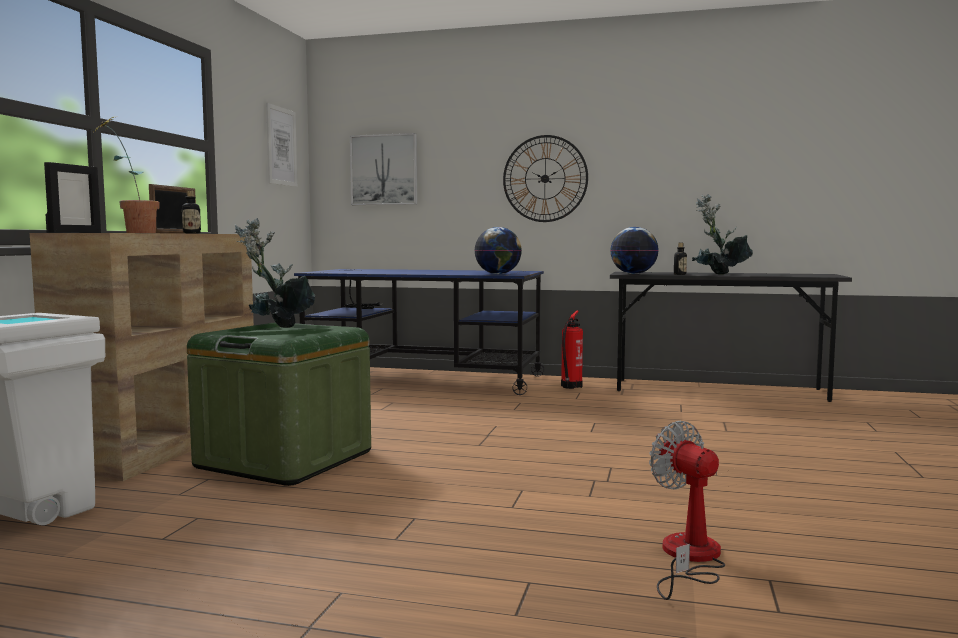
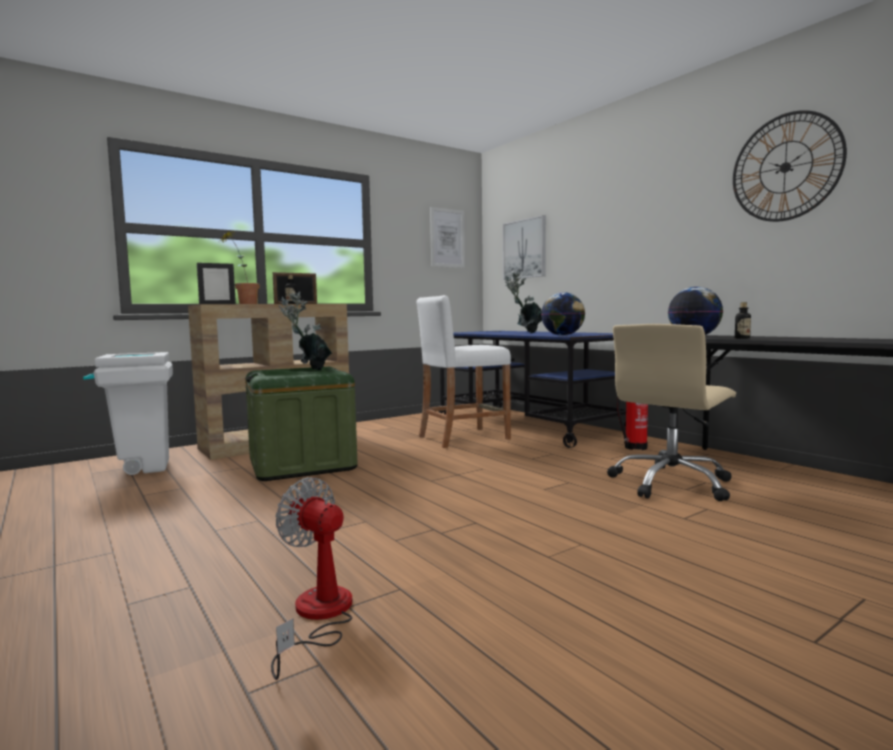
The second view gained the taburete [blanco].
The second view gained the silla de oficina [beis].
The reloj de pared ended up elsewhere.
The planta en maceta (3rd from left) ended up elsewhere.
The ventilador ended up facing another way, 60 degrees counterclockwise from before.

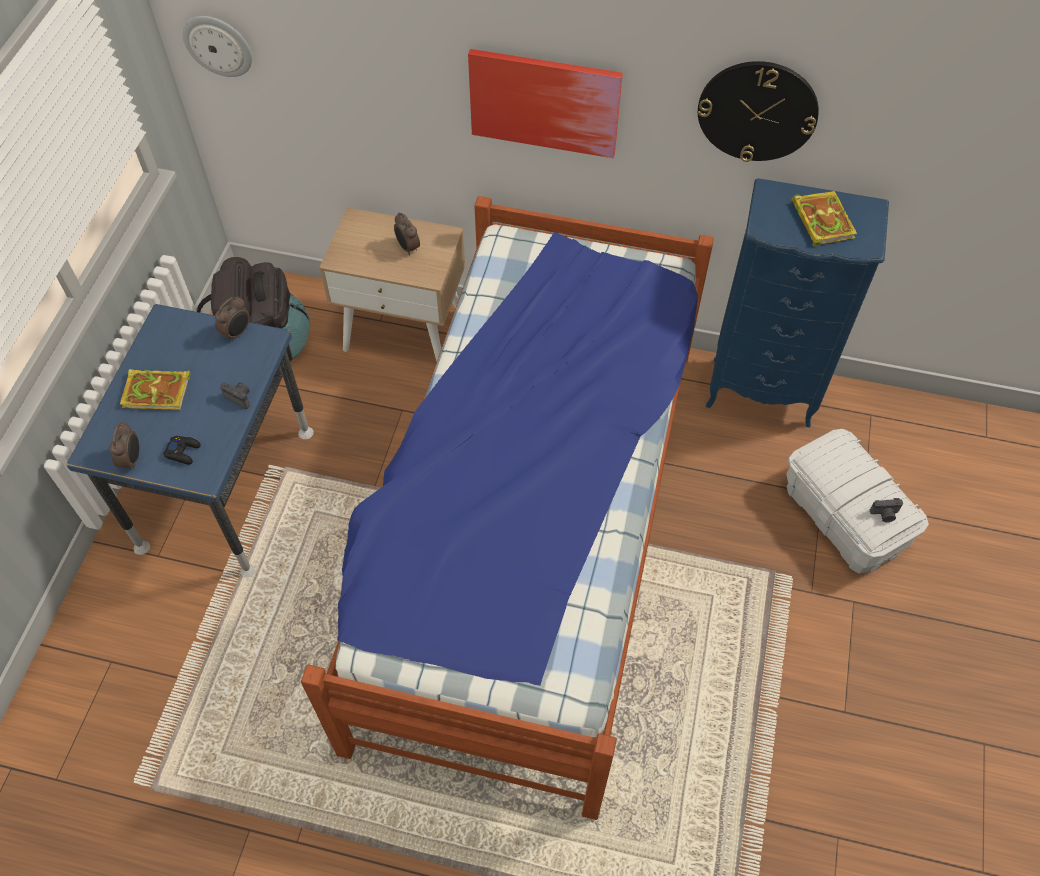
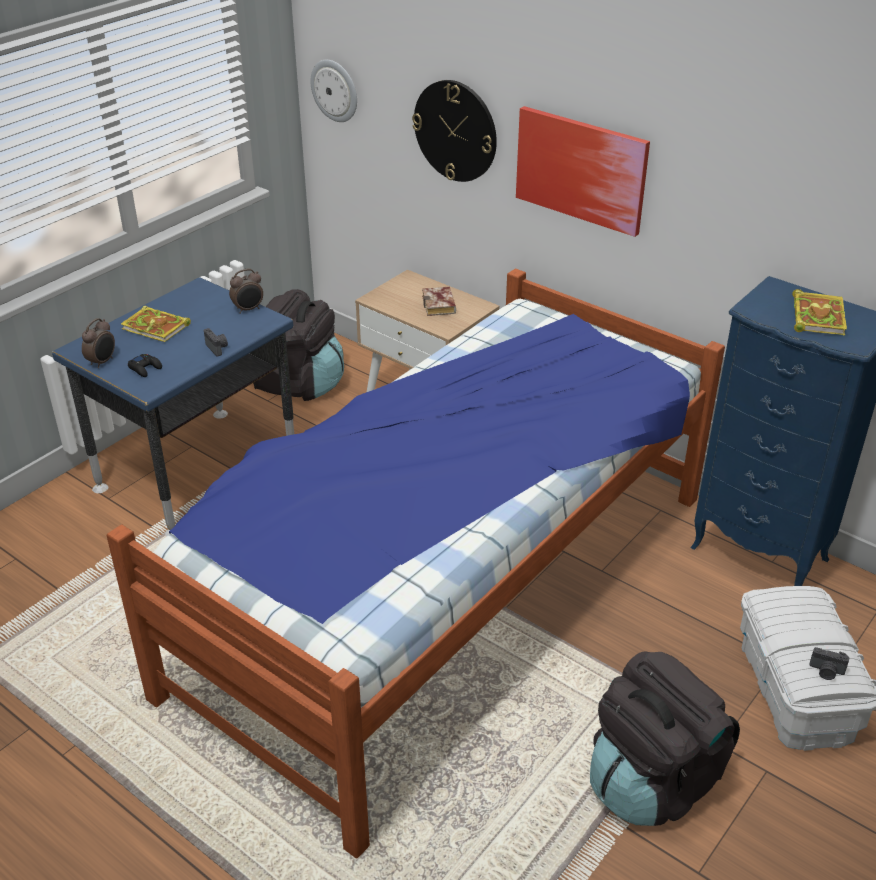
The second view gained the mochila [negro] (2nd from left).
The reloj de pared (2nd from left) ended up elsewhere.
Where the despertador (3rd from left) stood, the libro (2nd from left) came to stand.

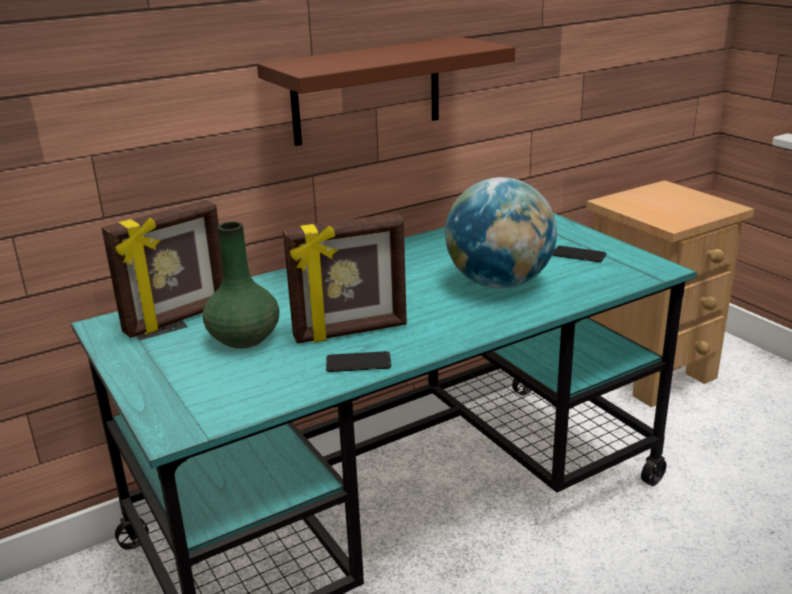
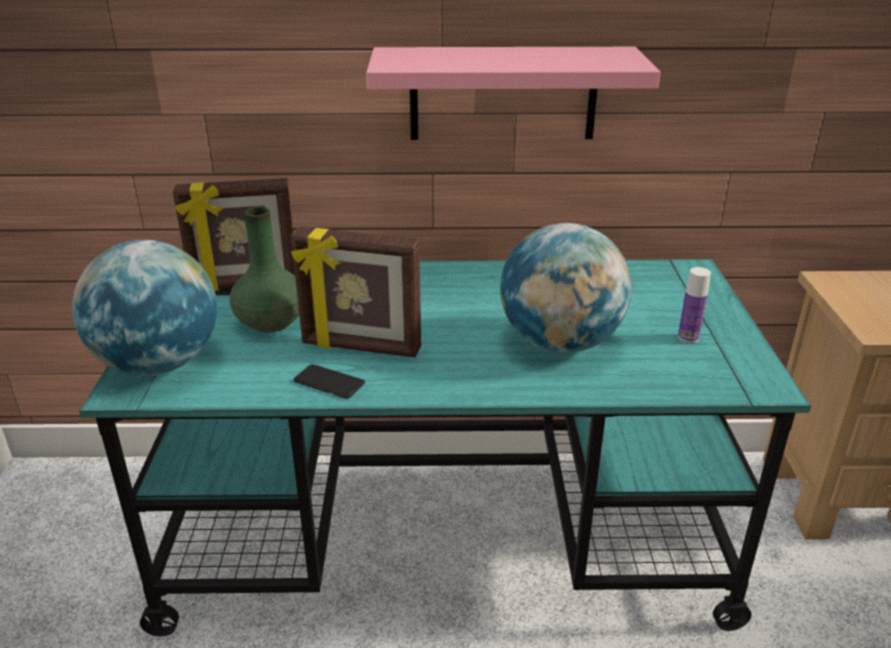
The second view gained the globo terráqueo (1st from left).
Where the móvil (2nd from left) stood, the botella came to stand.
What was the estante [marrón] turned into the estante [rosa].

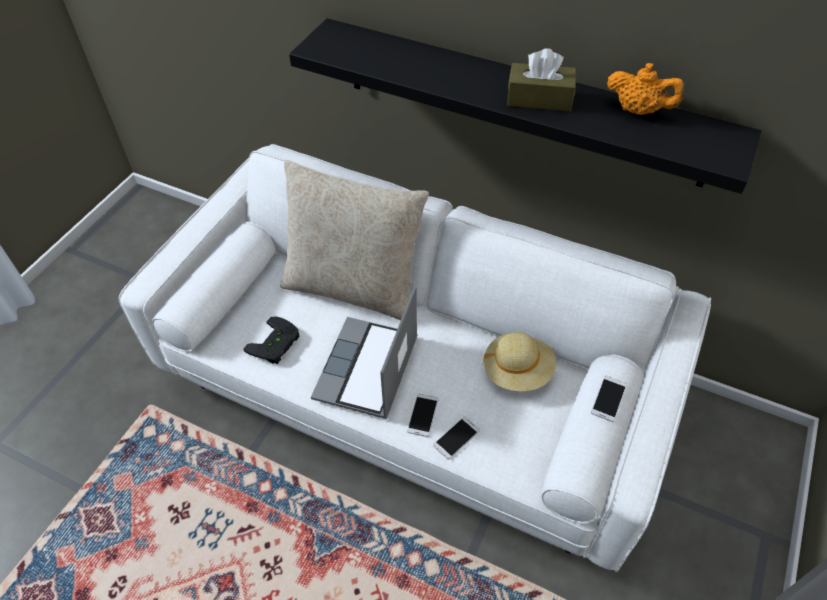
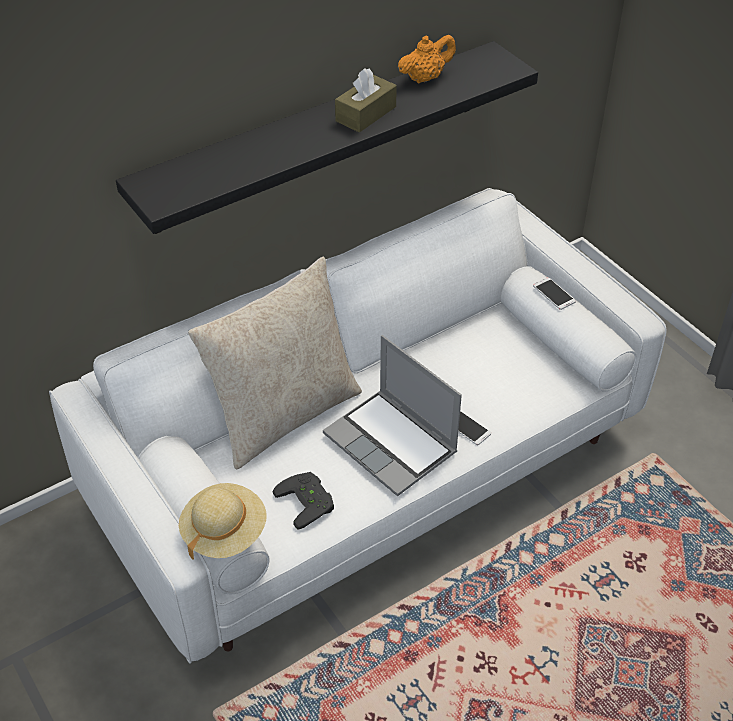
The second view lost the móvil (2nd from left).
The sombrero [beis] ended up elsewhere.

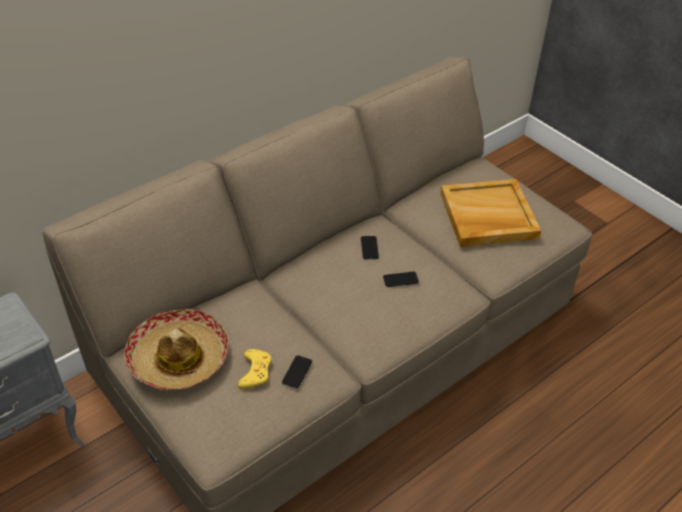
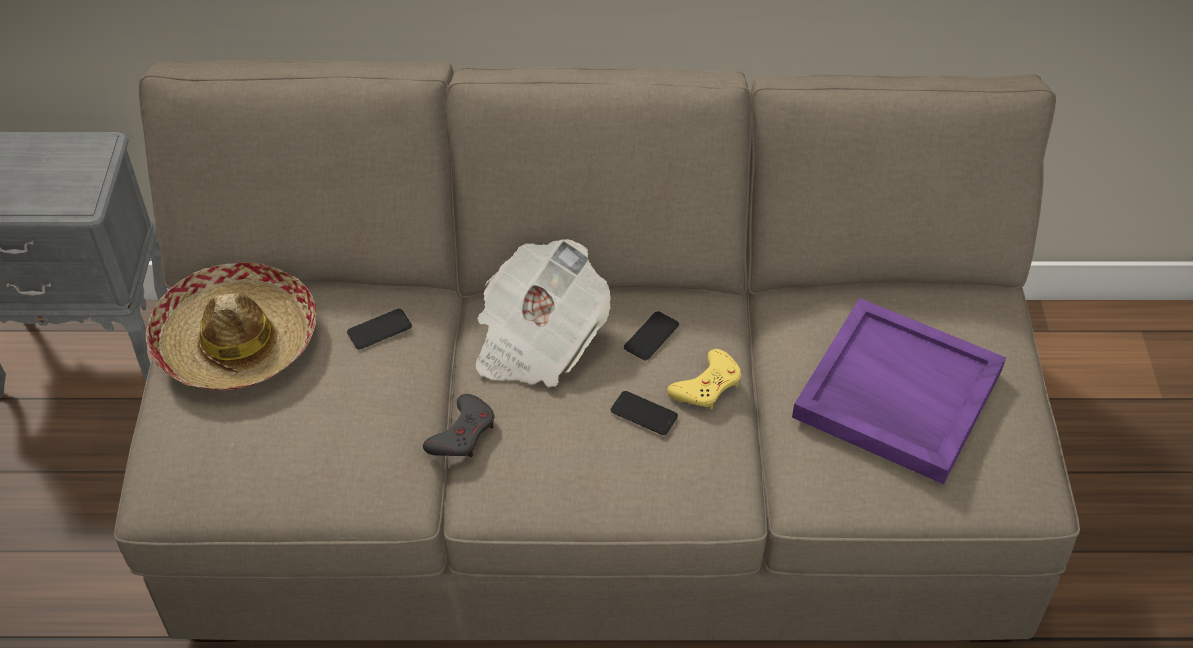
The second view gained the mando de consola [gris].
The second view gained the periódico.
The mando de consola [amarillo] ended up elsewhere.
The móvil (1st from left) ended up elsewhere.
What was the bandeja [beis] turned into the bandeja [morado].

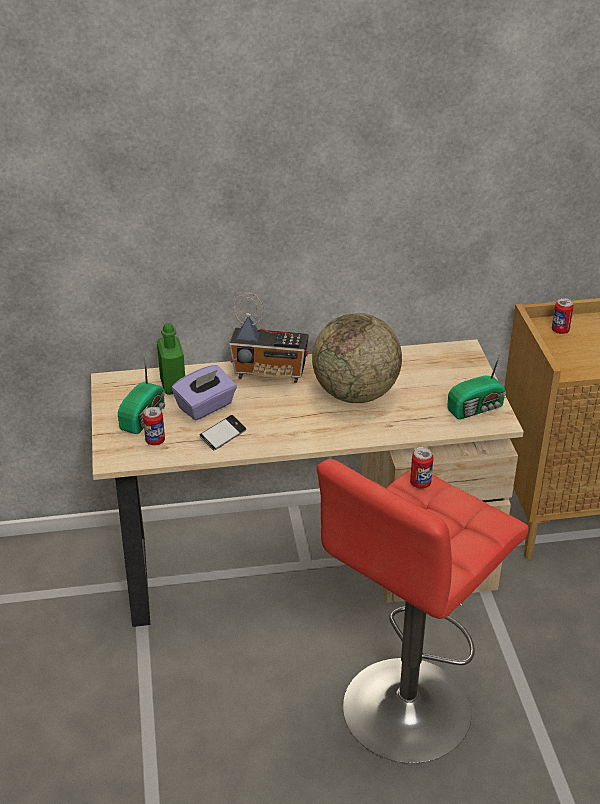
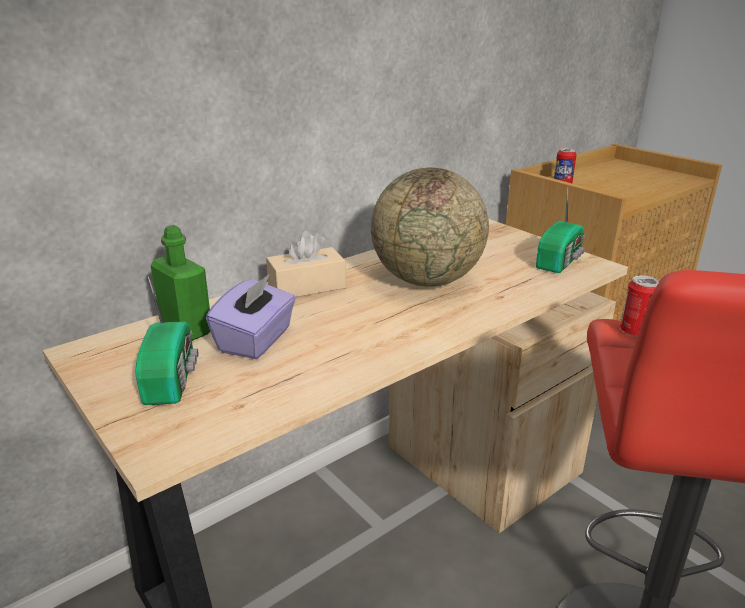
The second view lost the lata (1st from left).
The second view lost the móvil.
Where the radio (2nd from left) stood, the caja de pañuelos [beis] came to stand.

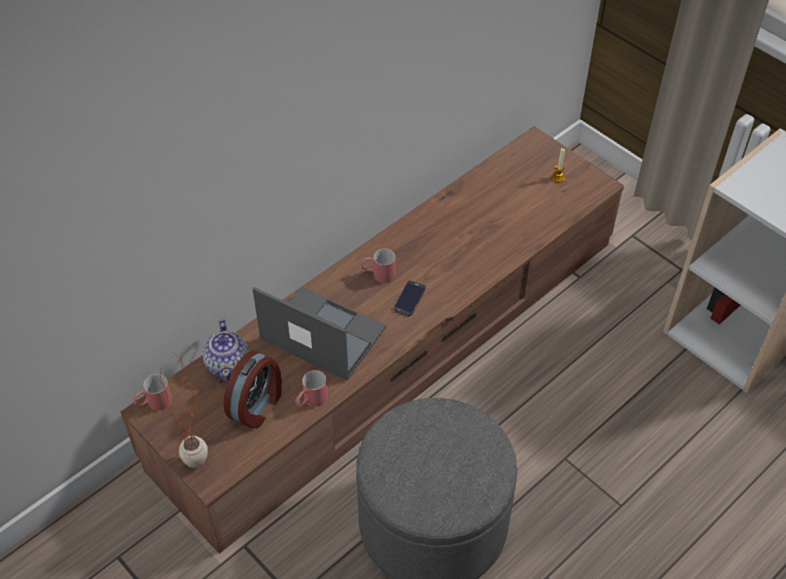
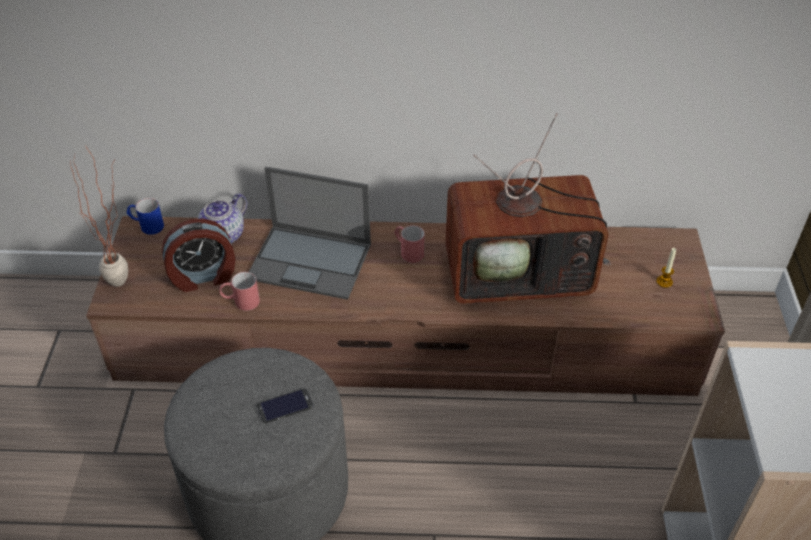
The second view gained the televisor.
The móvil ended up elsewhere.
What was the taza grande [rojo] (1st from left) turned into the taza grande [azul].
The portátil ended up facing another way, 120 degrees clockwise from before.

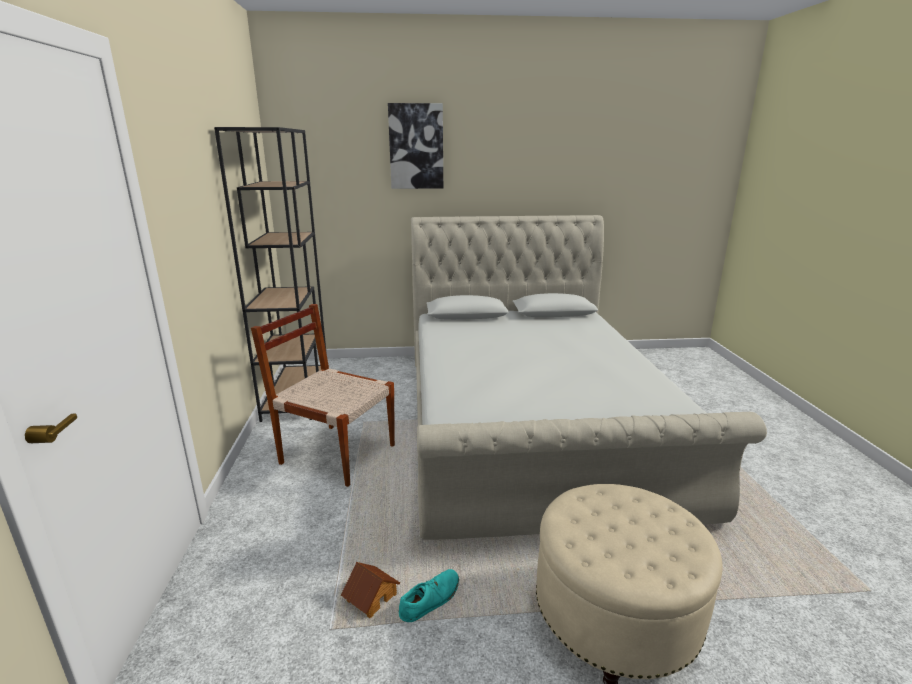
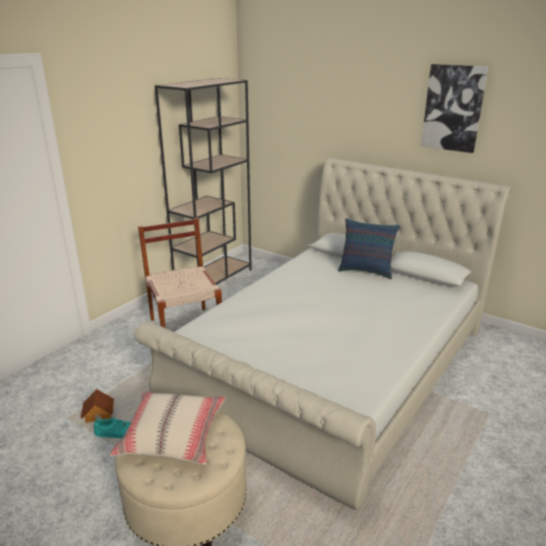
The second view gained the cojín [beis].
The second view gained the cojín [azul].
The cuadro ended up elsewhere.

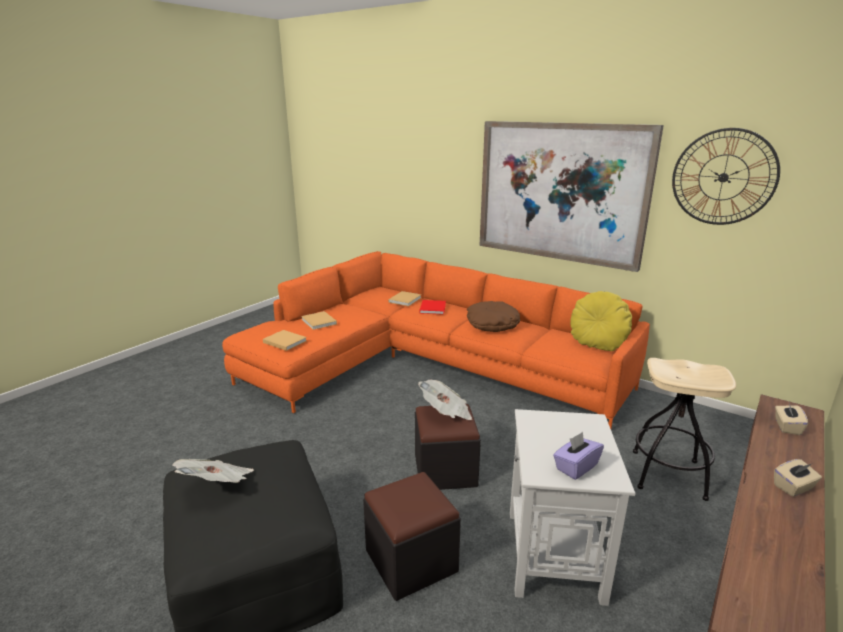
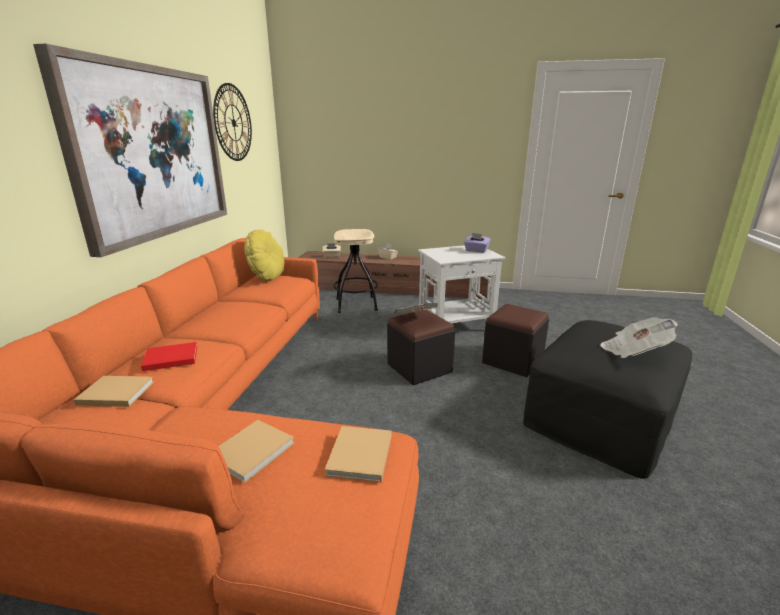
The second view lost the cojín [marrón].

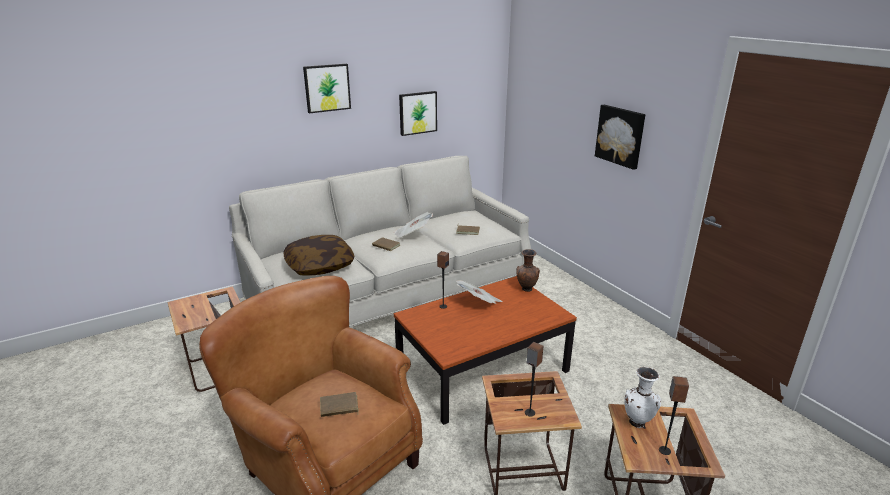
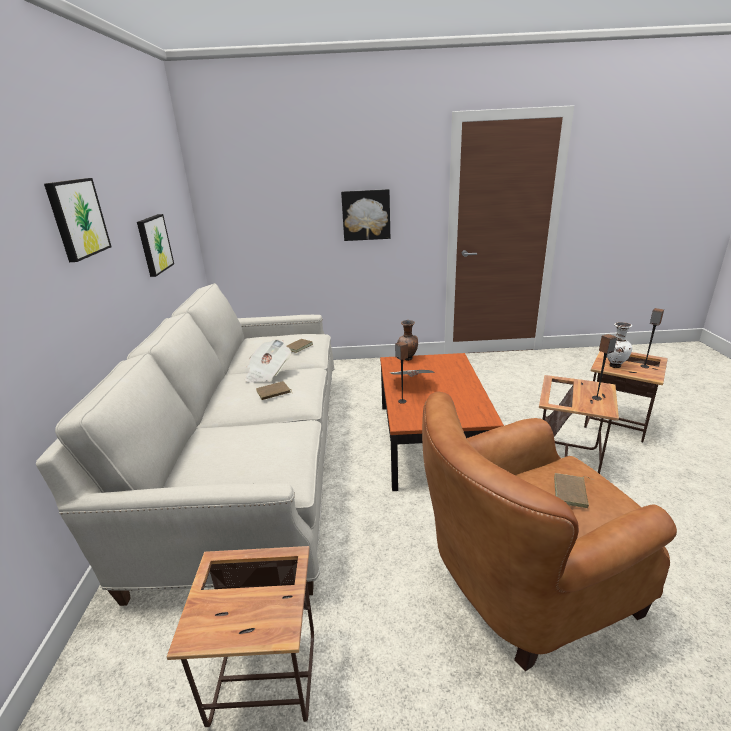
The second view lost the cojín.

